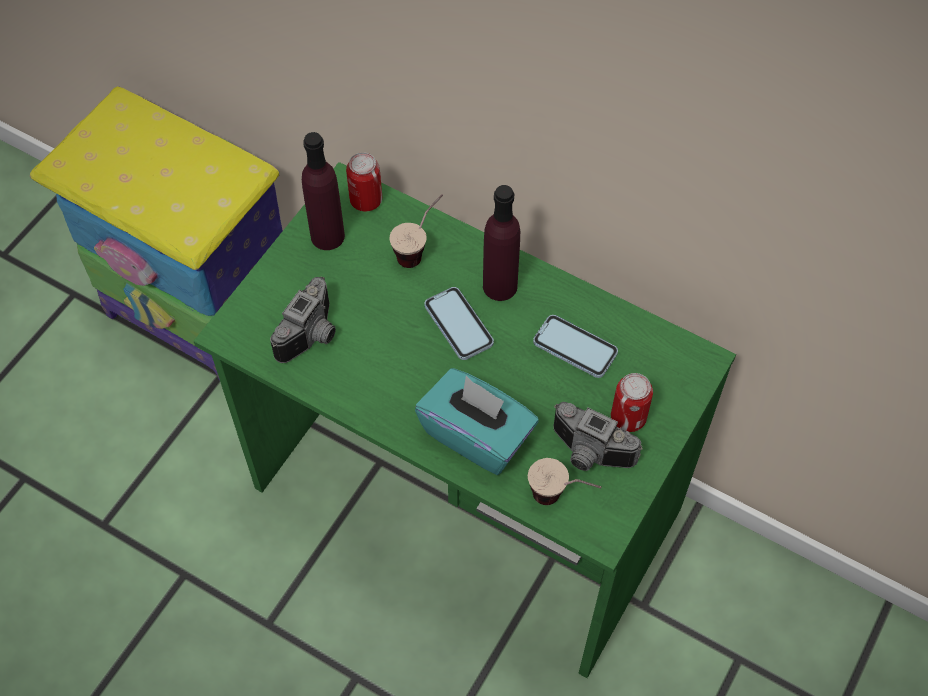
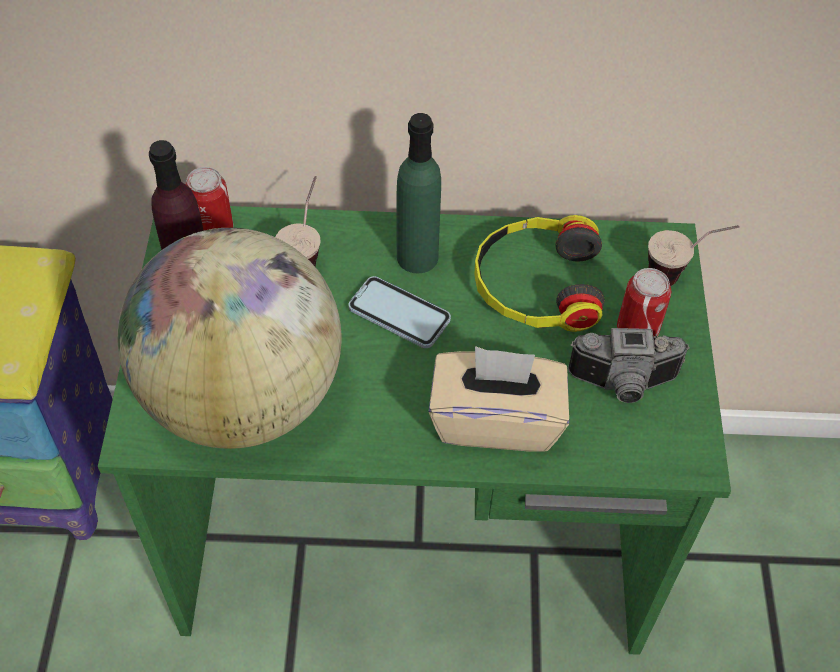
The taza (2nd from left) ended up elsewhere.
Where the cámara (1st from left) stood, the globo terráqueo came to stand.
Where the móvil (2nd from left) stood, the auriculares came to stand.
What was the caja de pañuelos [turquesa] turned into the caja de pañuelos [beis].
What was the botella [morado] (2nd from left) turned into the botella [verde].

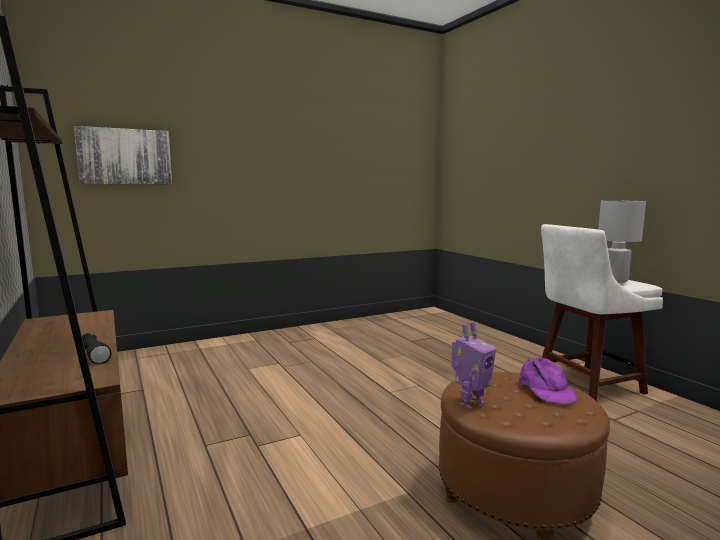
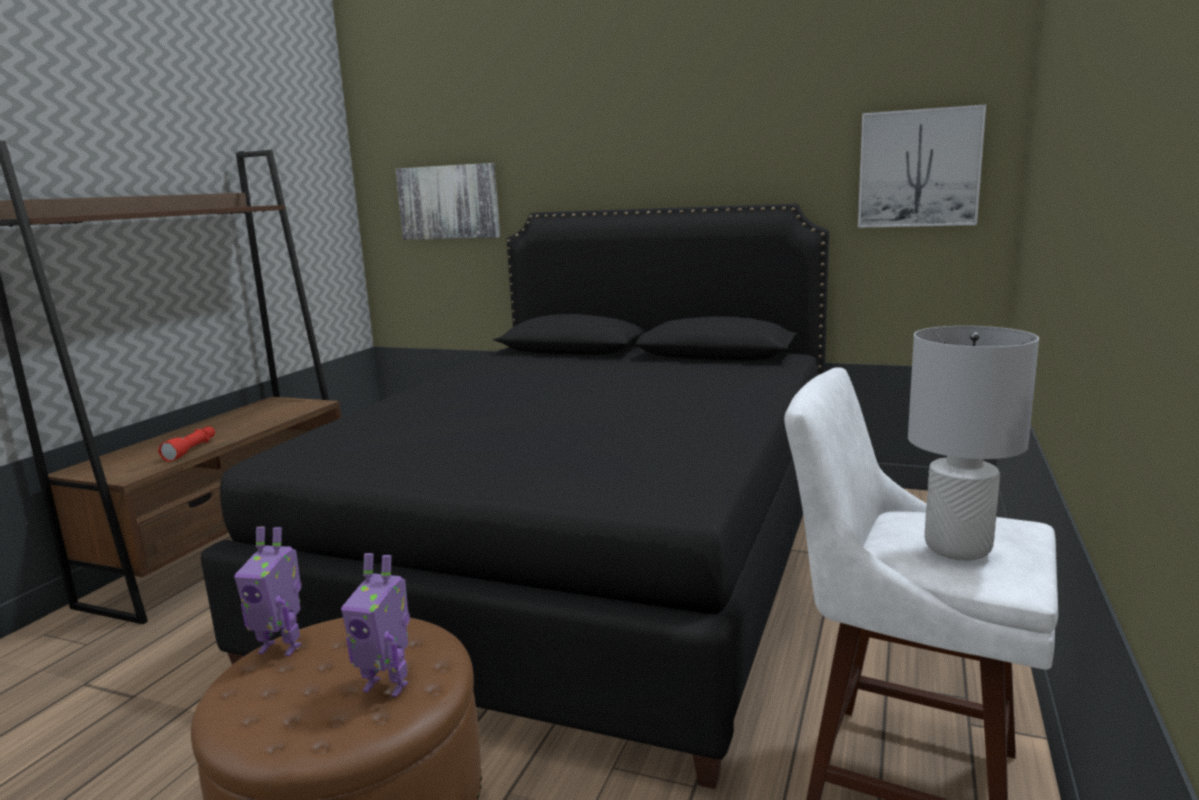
The second view gained the cama [negro].
The second view gained the cuadro (2nd from left).
Where the gorra [morado] stood, the robot de juguete (2nd from left) came to stand.
What was the linterna [negro] turned into the linterna [rojo].

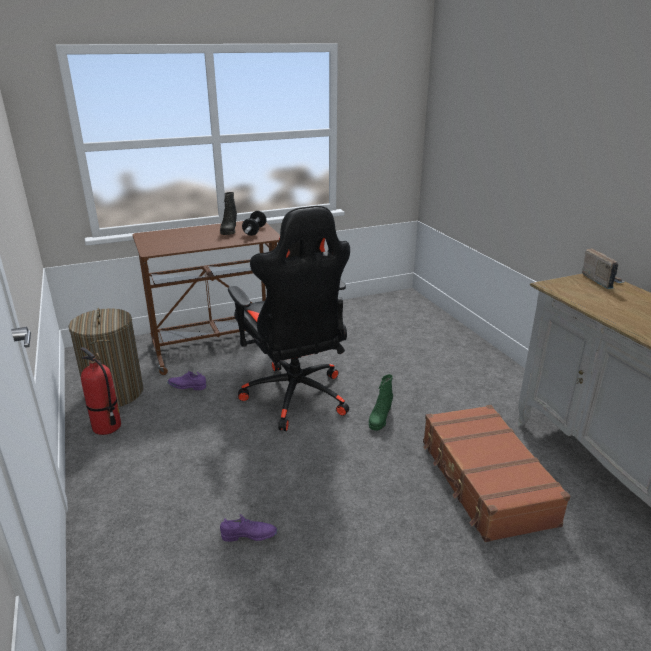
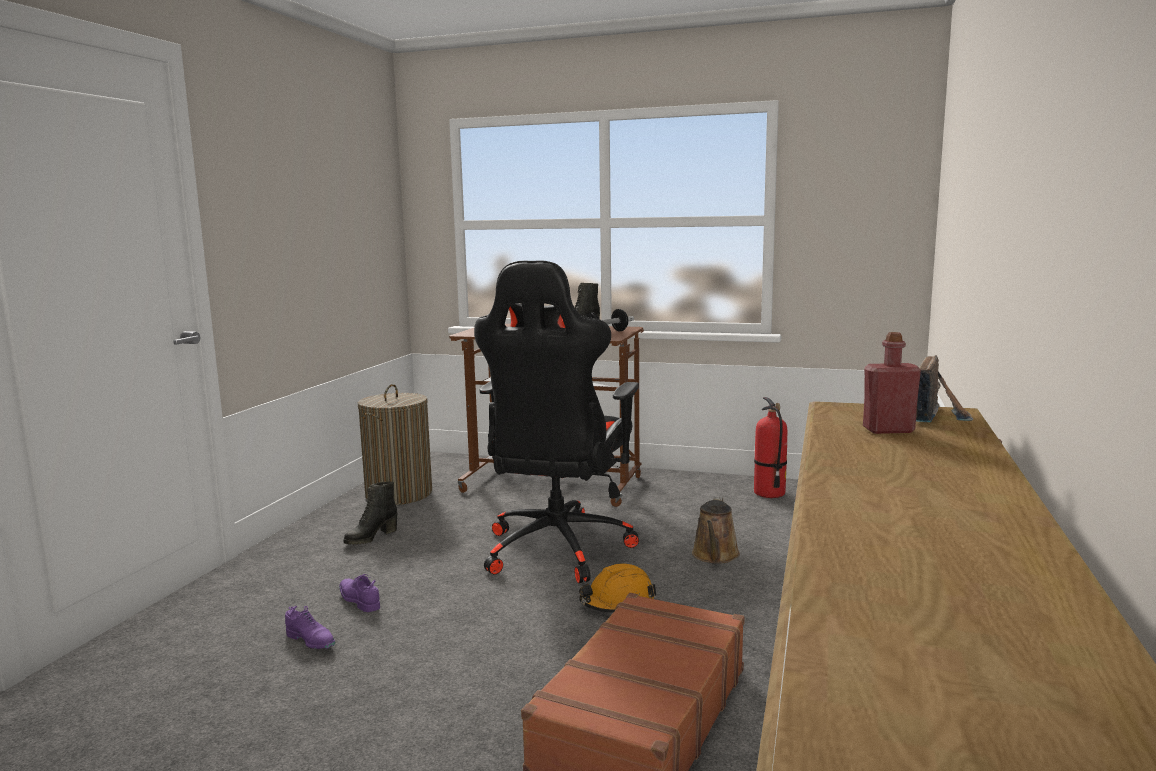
The second view gained the bota [negro] (1st from left).
The second view gained the regadera [marrón].
The second view gained the botella [rojo].
The extintor ended up elsewhere.
The zapato [morado] (1st from left in the first image) ended up elsewhere.
Where the bota [verde] stood, the casco [naranja] came to stand.

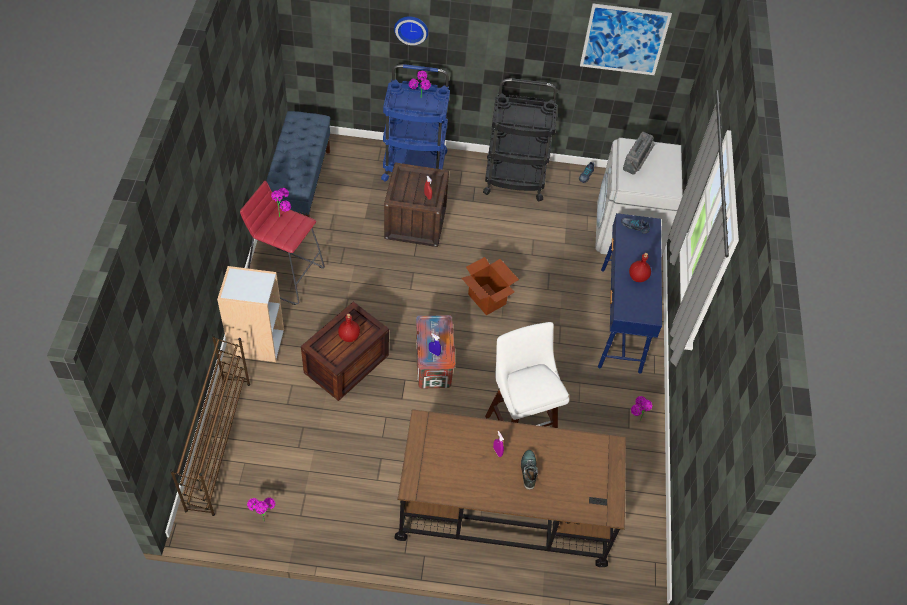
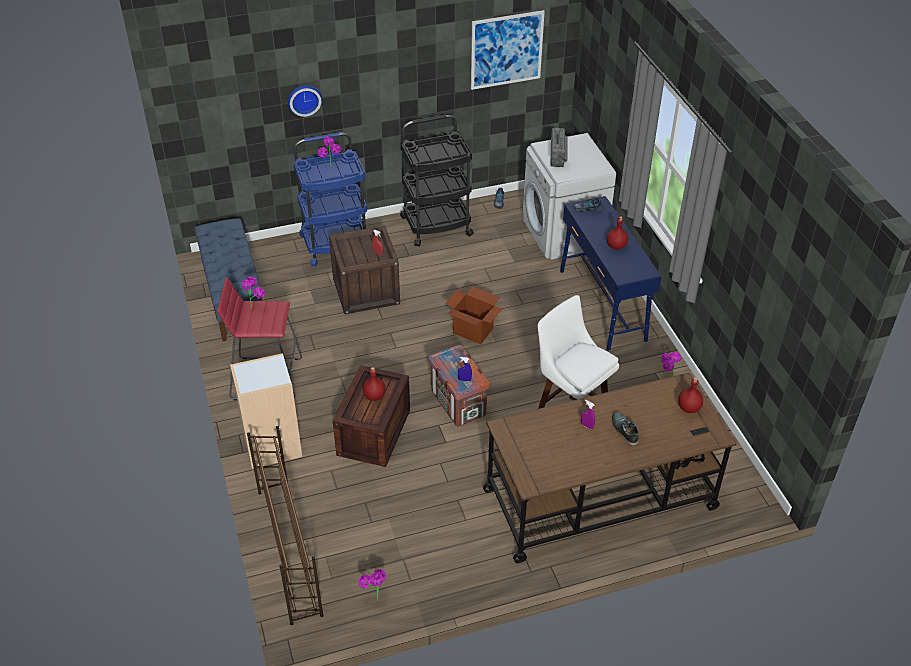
The second view gained the botella [rojo] (3rd from left).

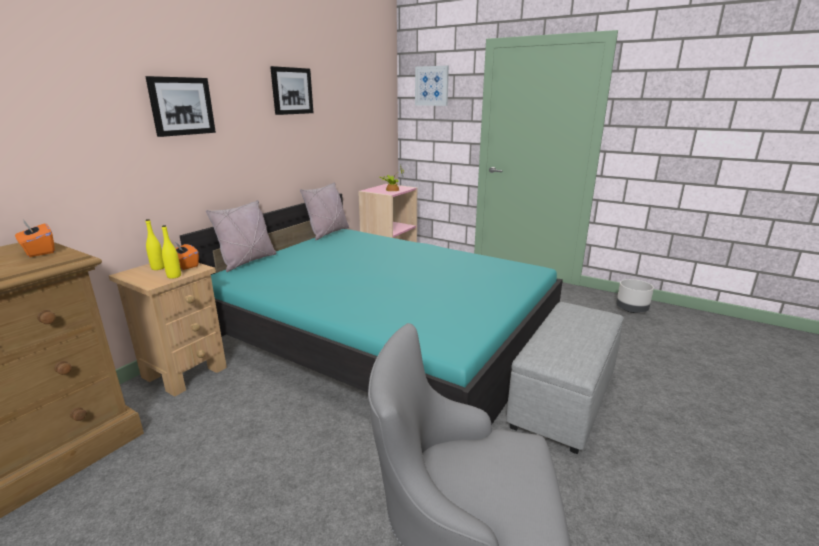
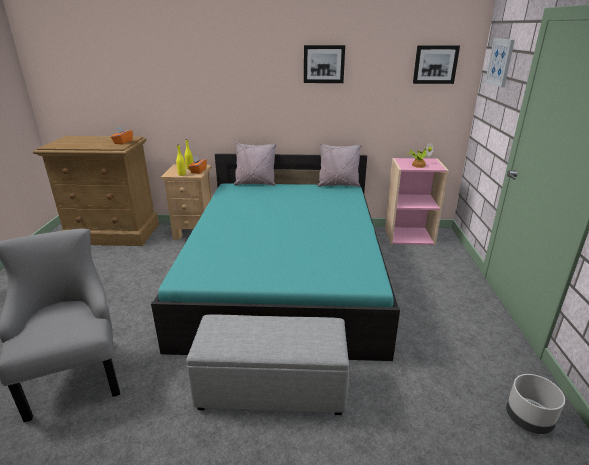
The cuadro (1st from left in the first image) ended up elsewhere.

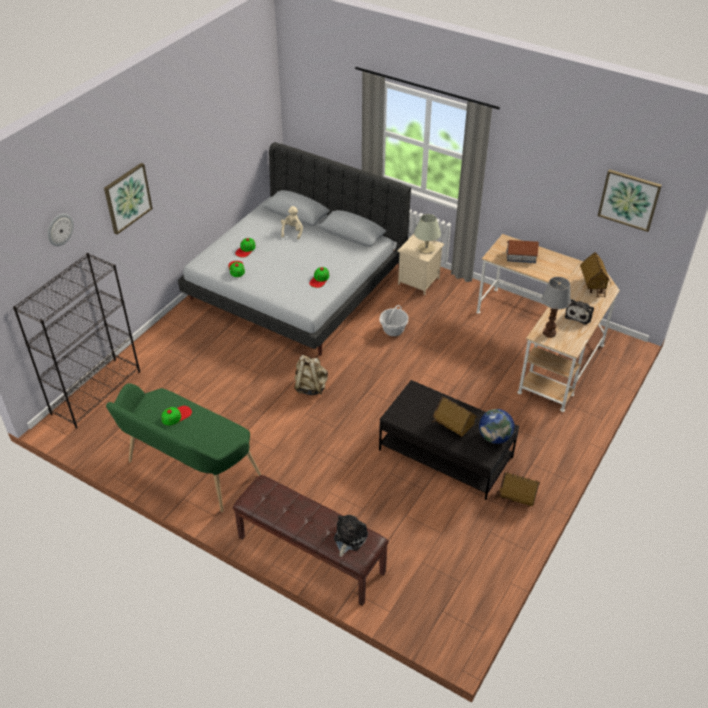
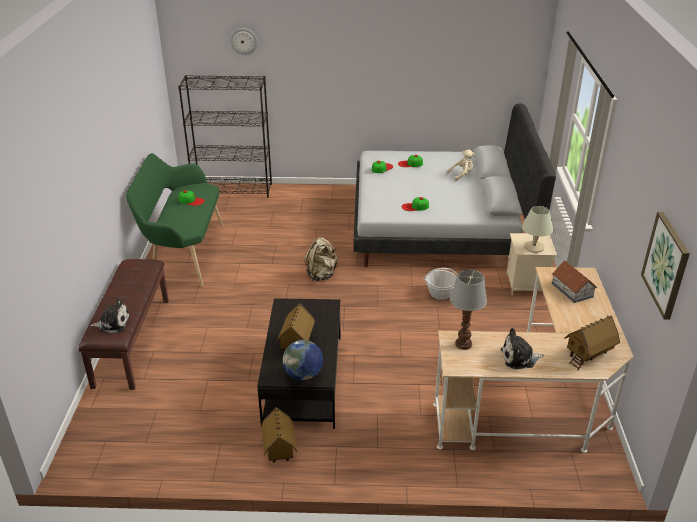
The second view lost the cuadro (1st from left).

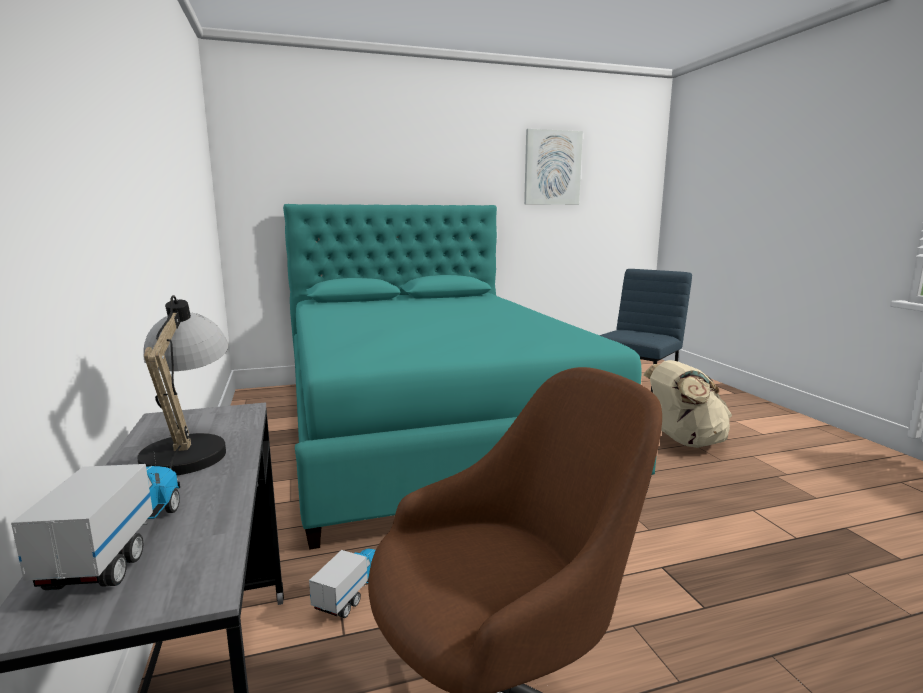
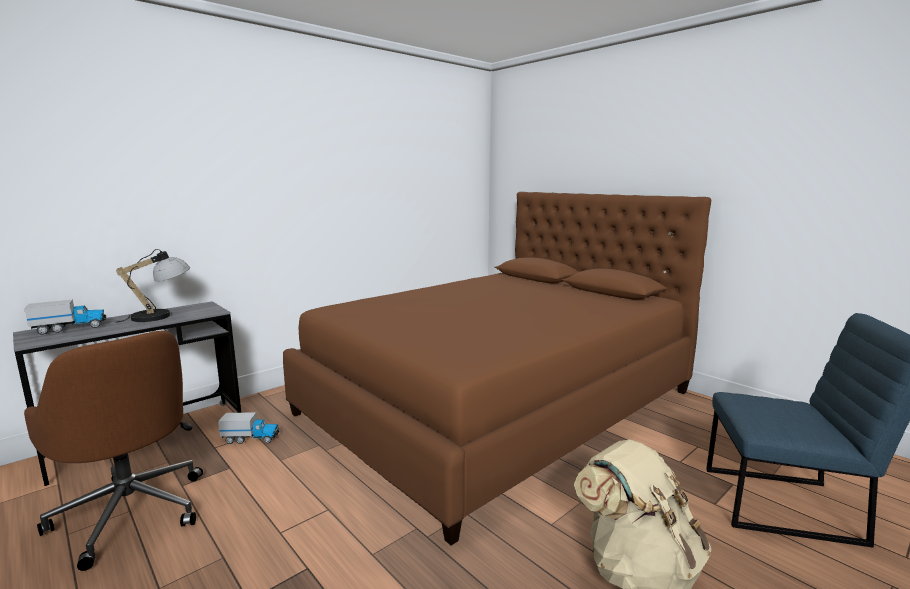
The second view lost the cuadro.
What was the cama [turquesa] turned into the cama [marrón].

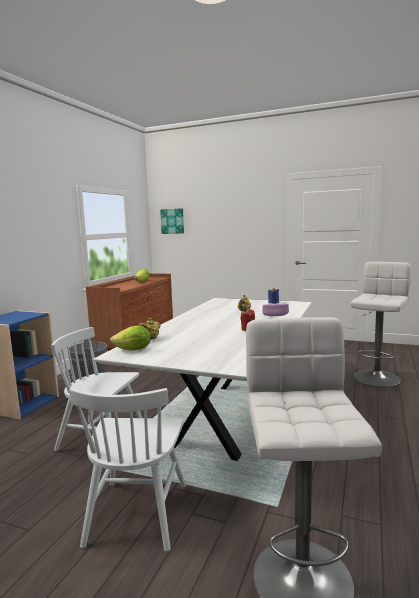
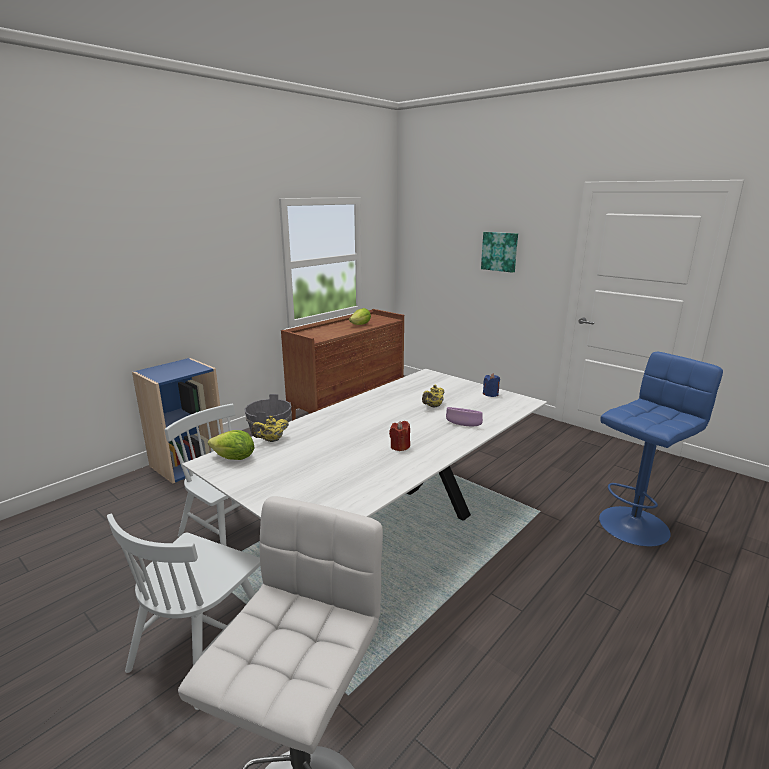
The cuadro ended up elsewhere.
What was the taburete [blanco] (2nd from left) turned into the taburete [azul].

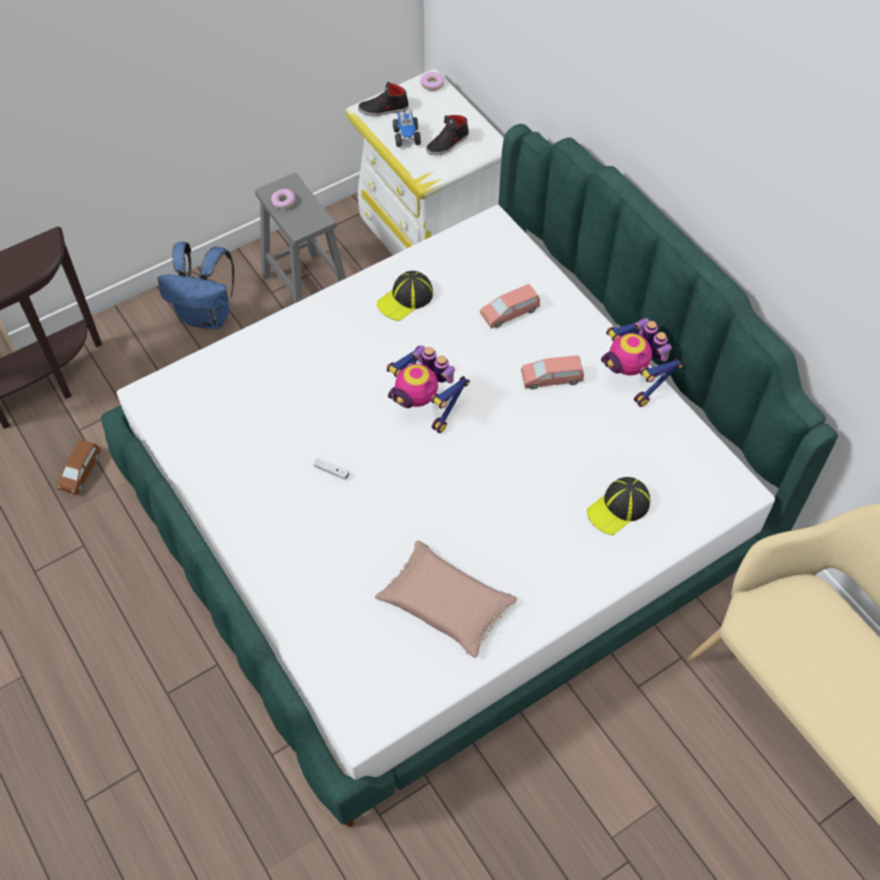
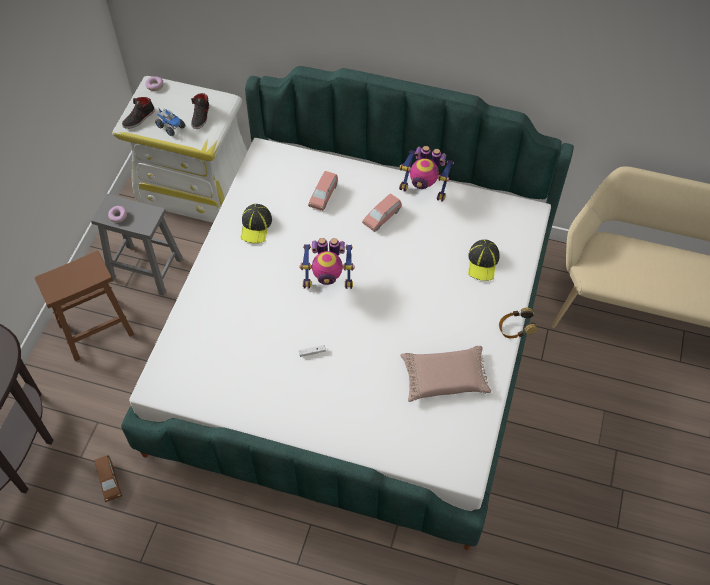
The second view gained the auriculares.
Where the mochila [azul] stood, the taburete [marrón] came to stand.

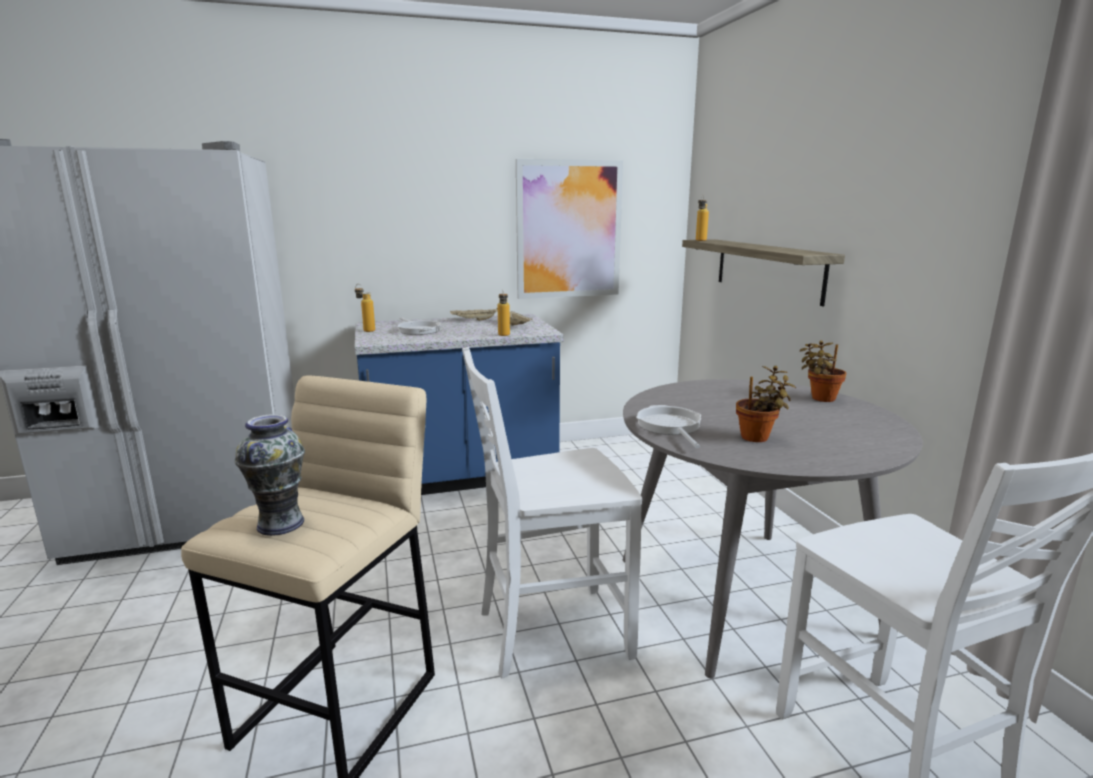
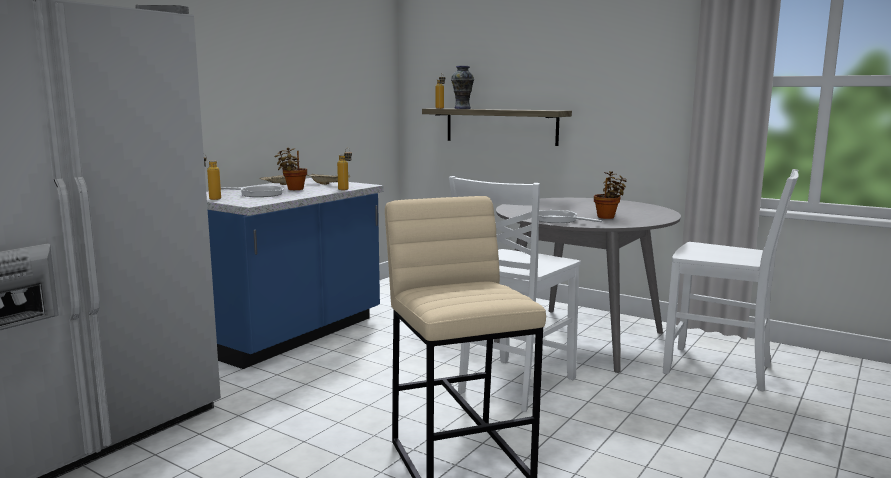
The second view lost the cuadro.
The florero ended up elsewhere.
The planta en maceta (2nd from left in the first image) ended up elsewhere.

